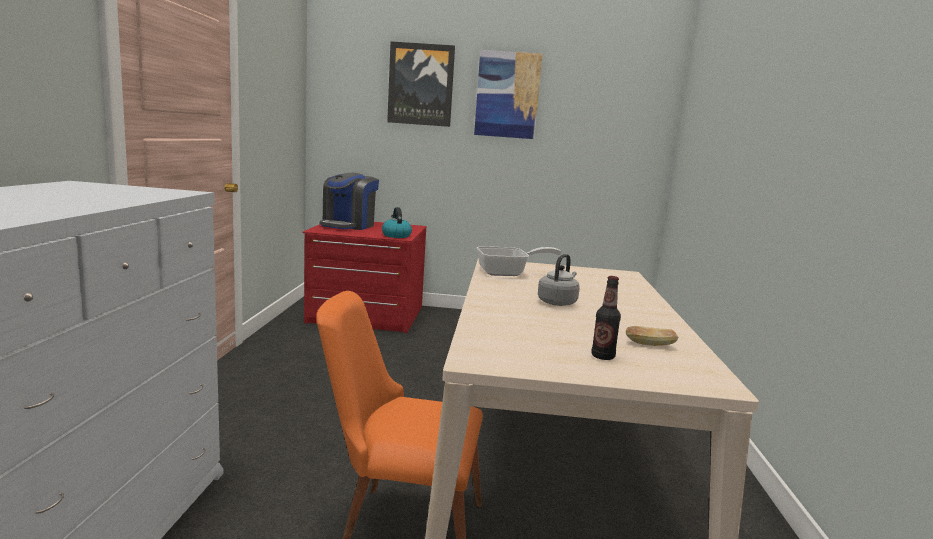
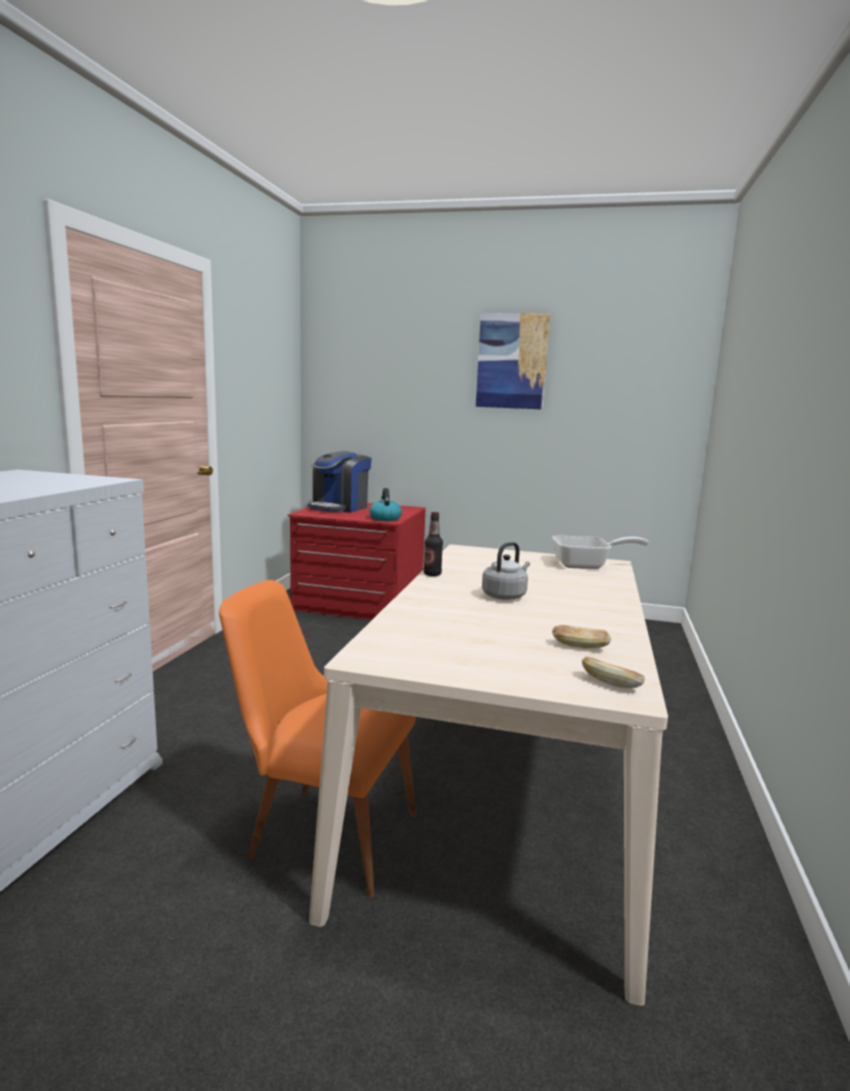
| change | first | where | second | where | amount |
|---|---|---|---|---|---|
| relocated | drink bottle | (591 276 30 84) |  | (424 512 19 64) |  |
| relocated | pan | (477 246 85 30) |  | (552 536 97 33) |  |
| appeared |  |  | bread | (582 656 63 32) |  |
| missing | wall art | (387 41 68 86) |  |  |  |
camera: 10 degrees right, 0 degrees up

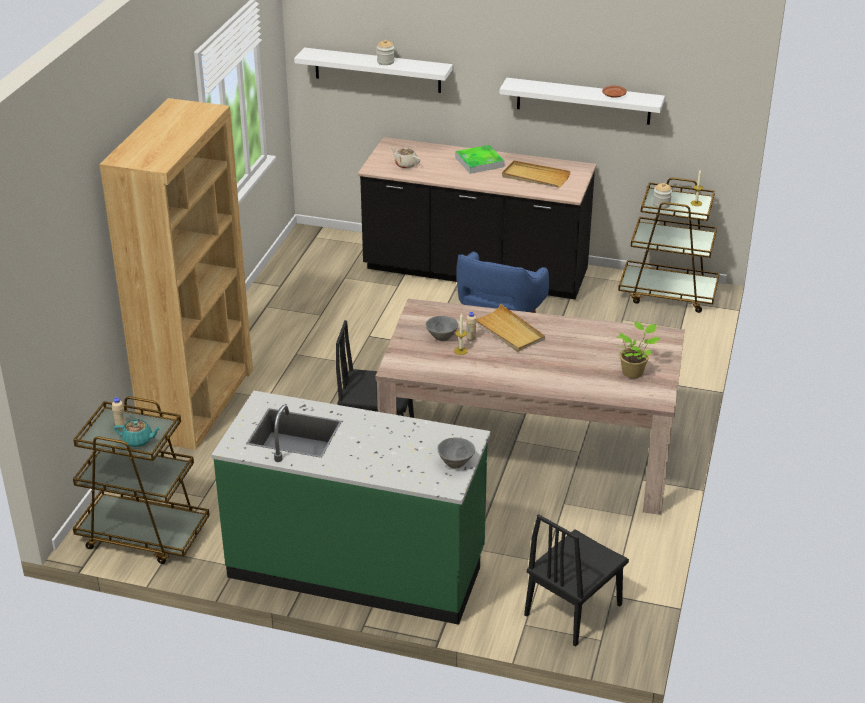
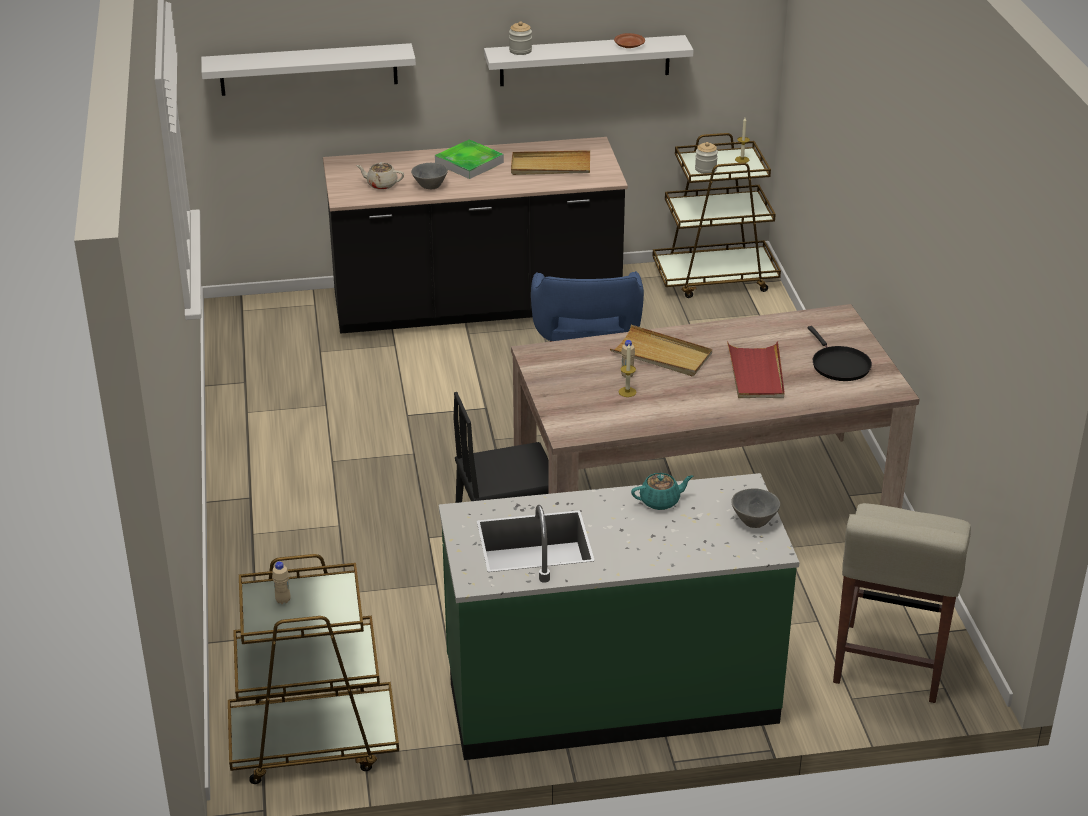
| change | first | where | second | where | amount |
|---|---|---|---|---|---|
| relocated | greyish deep dish | (426 316 32 25) |  | (411 163 37 26) |  |
| relocated | storage jar | (377 40 17 25) |  | (509 21 23 34) |  |
| relocated | turquoise teapot | (114 419 47 28) |  | (631 473 62 37) |  |
| appeared |  |  | red-coloured tray | (727 341 57 57) |  |
| exchanged | plant in a pot | (615 322 45 56) | black-coloured pan | (808 326 64 55) |  |
| exchanged | black-coloured chair | (524 514 105 133) | beige stool | (833 503 138 200) |  |
| missing | brown bookcase | (99 98 154 352) |  |  |  |
camera: 25 degrees left, 0 degrees up

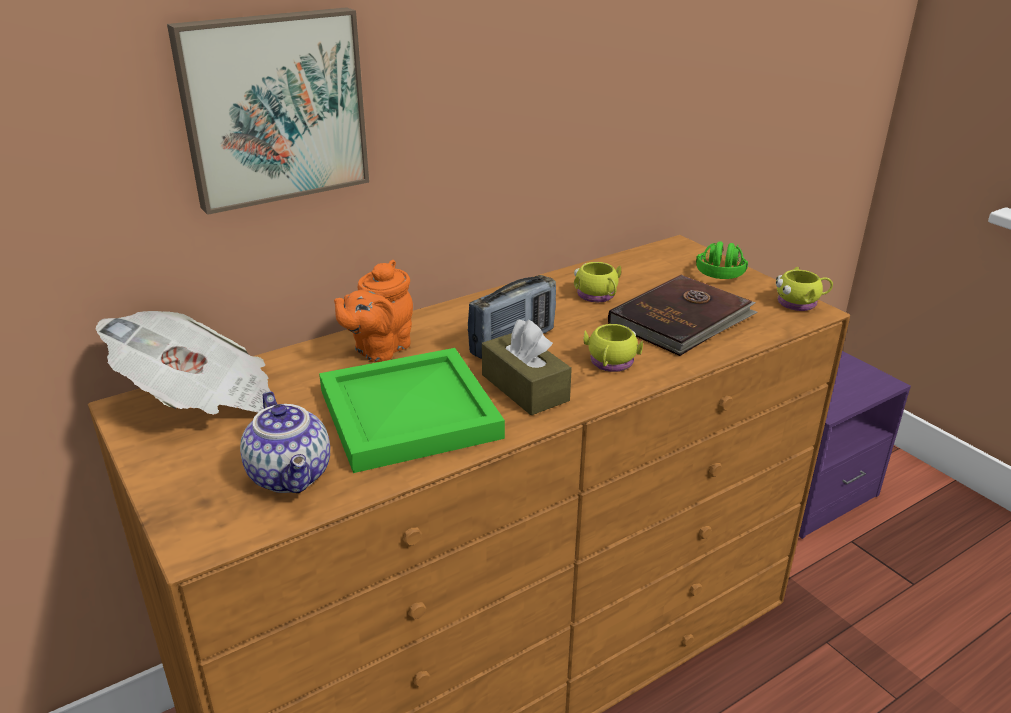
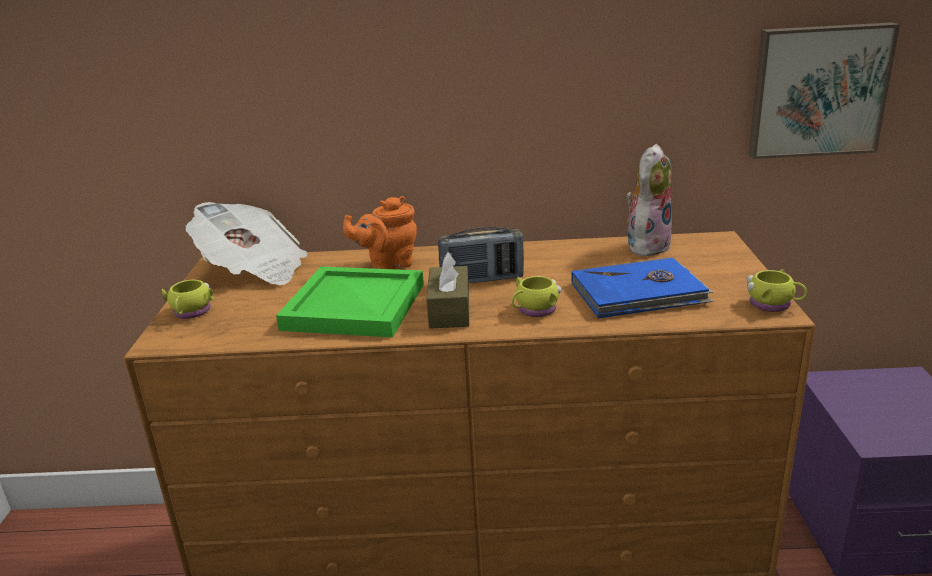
| change | first | where | second | where | amount |
|---|---|---|---|---|---|
| relocated | yellow-coloured coffee mug | (574 262 47 40) |  | (162 280 52 39) |  |
| colour | brown volume | (608 274 150 82) | blue volume | (571 258 142 60) |  |
| appeared |  |  | soft toy | (626 144 46 113) |  |
| relocated | wall art | (167 7 202 208) |  | (748 22 152 137) |  |
| missing | teapot | (240 391 90 102) |  |  |  |
| missing | green-coloured headphones | (696 242 52 37) |  |  |  |
camera: 35 degrees right, 5 degrees down

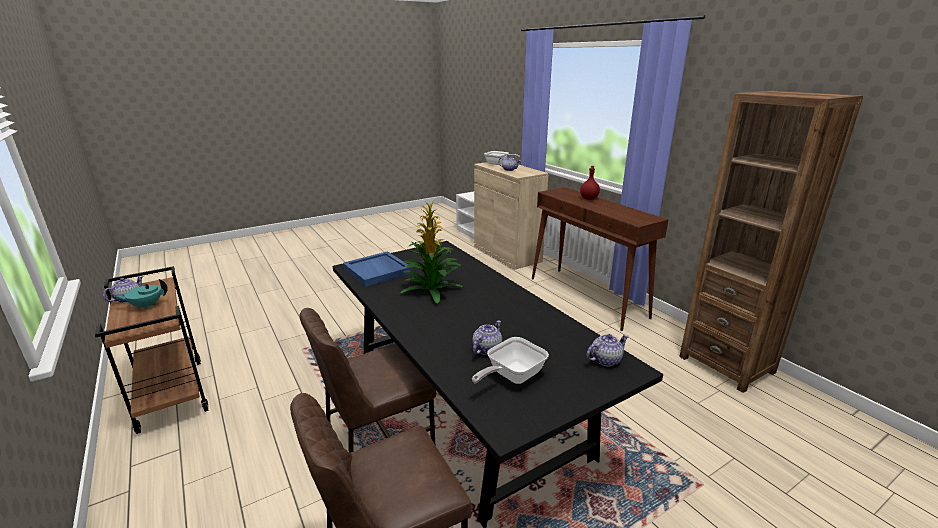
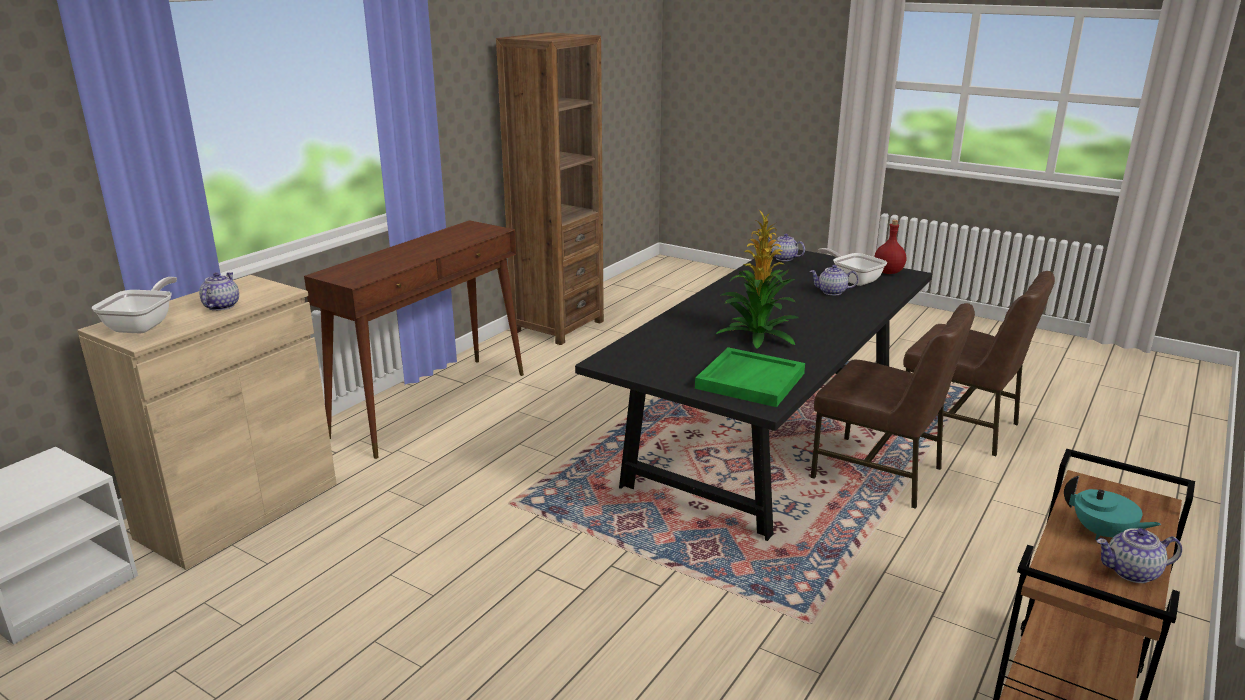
| change | first | where | second | where | amount |
|---|---|---|---|---|---|
| colour | blue tray | (343 251 69 36) | green-coloured tray | (695 347 110 60) |  |
| spun | pan | (472 337 77 47) |  | (819 248 68 38) | 150 degrees counterclockwise |
| relocated | red-coloured drink bottle | (580 166 20 34) |  | (874 220 32 54) |  |
camera: 115 degrees left, 0 degrees up

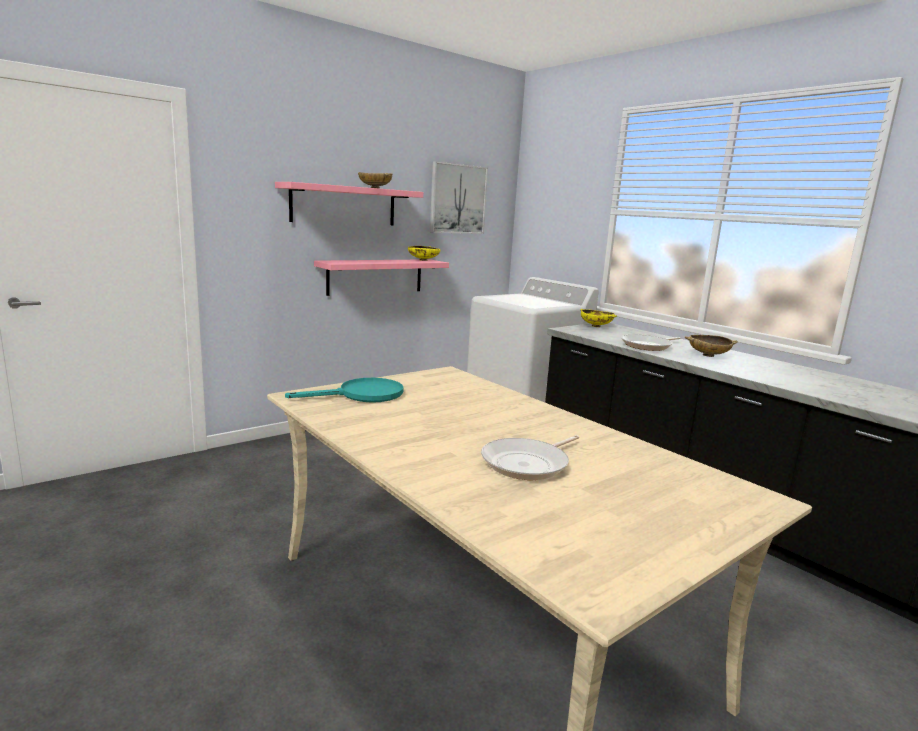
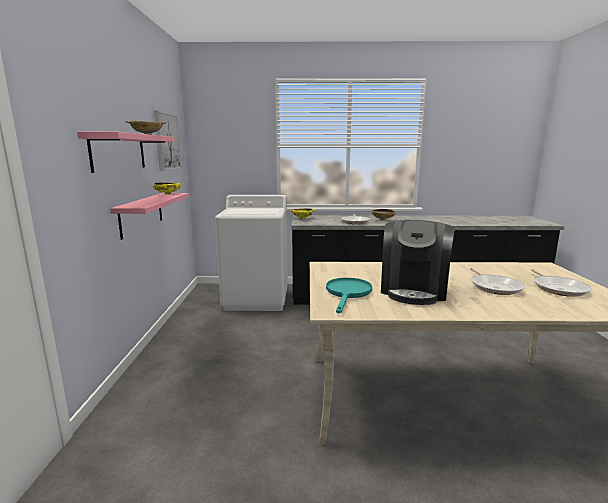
| change | first | where | second | where | amount |
|---|---|---|---|---|---|
| appeared |  |  | coffee brewer | (381 220 74 85) |  |
| appeared |  |  | pan | (531 269 61 28) |  |
camera: 50 degrees left, 0 degrees up

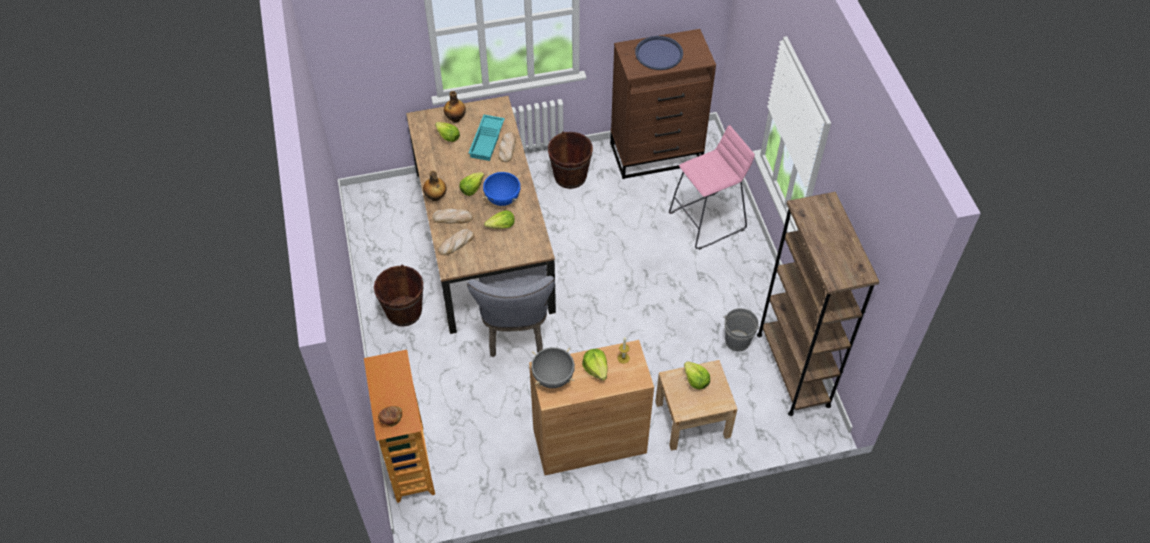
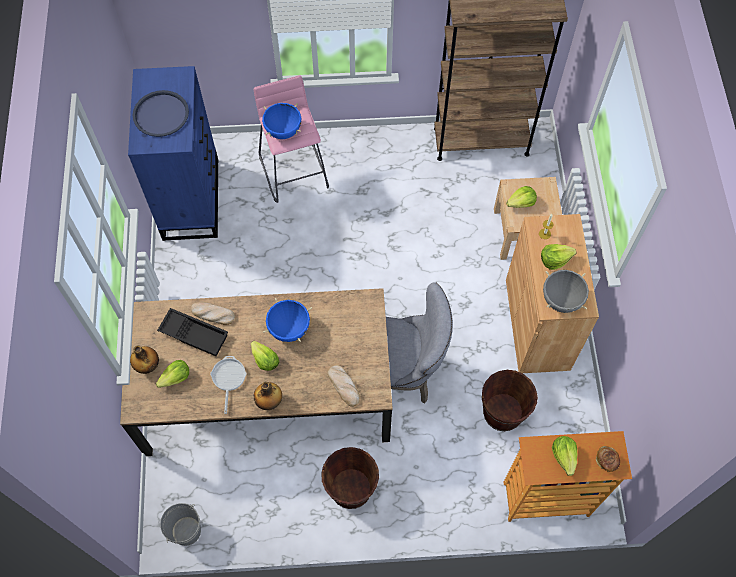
| change | first | where | second | where | amount |
|---|---|---|---|---|---|
| colour | brown dresser | (610 29 106 150) | blue dresser | (128 66 91 175) |  |
| colour | turquoise tray | (468 115 37 46) | black-coloured tray | (157 308 71 48) |  |
| relocated | greyish water bucket | (723 308 37 44) |  | (160 503 41 43) |  |
| appeared |  |  | pan | (210 356 37 58) |  |
| appeared |  |  | blue saucepot | (262 103 39 36) |  |
| relocated | brown water bucket | (548 131 45 58) |  | (482 370 56 61) |  |
| relocated | lettuce | (484 210 31 19) |  | (552 436 25 40) |  |
| missing | bread | (433 209 40 15) |  |  |  |
camera: 80 degrees left, 10 degrees up

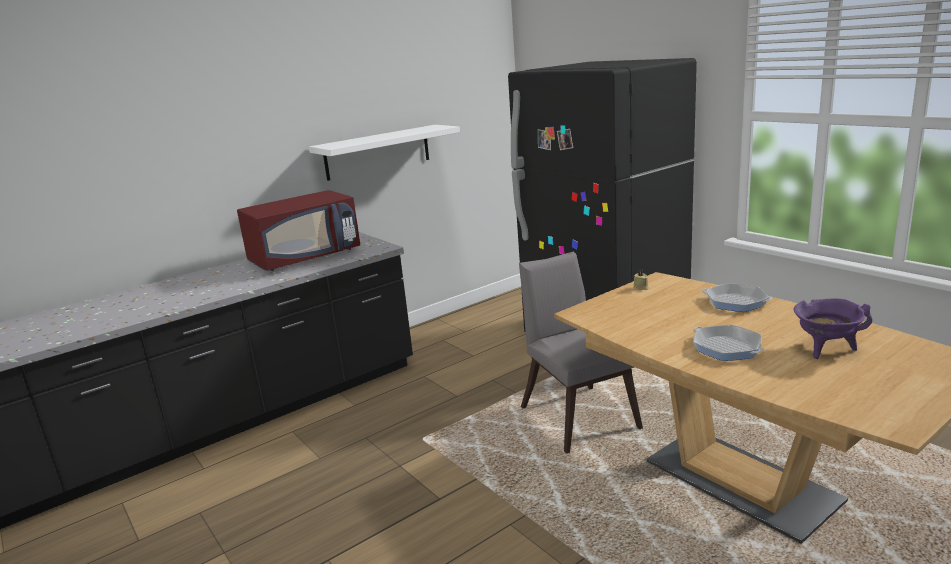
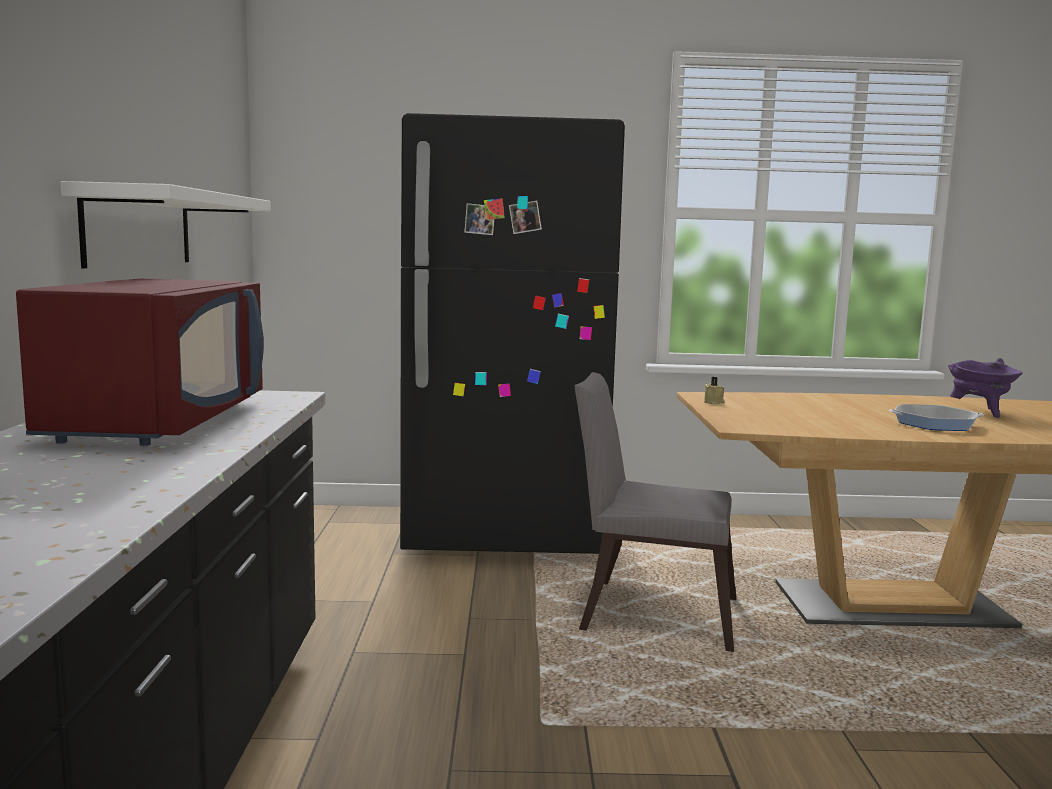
| change | first | where | second | where | amount |
|---|---|---|---|---|---|
| missing | pan | (702 283 70 29) |  |  |  |
camera: 55 degrees left, 10 degrees down

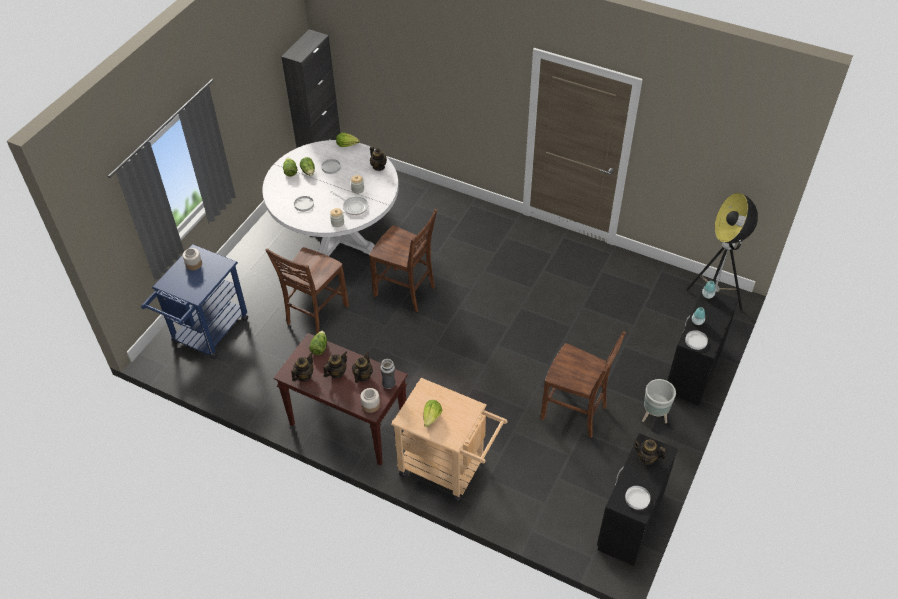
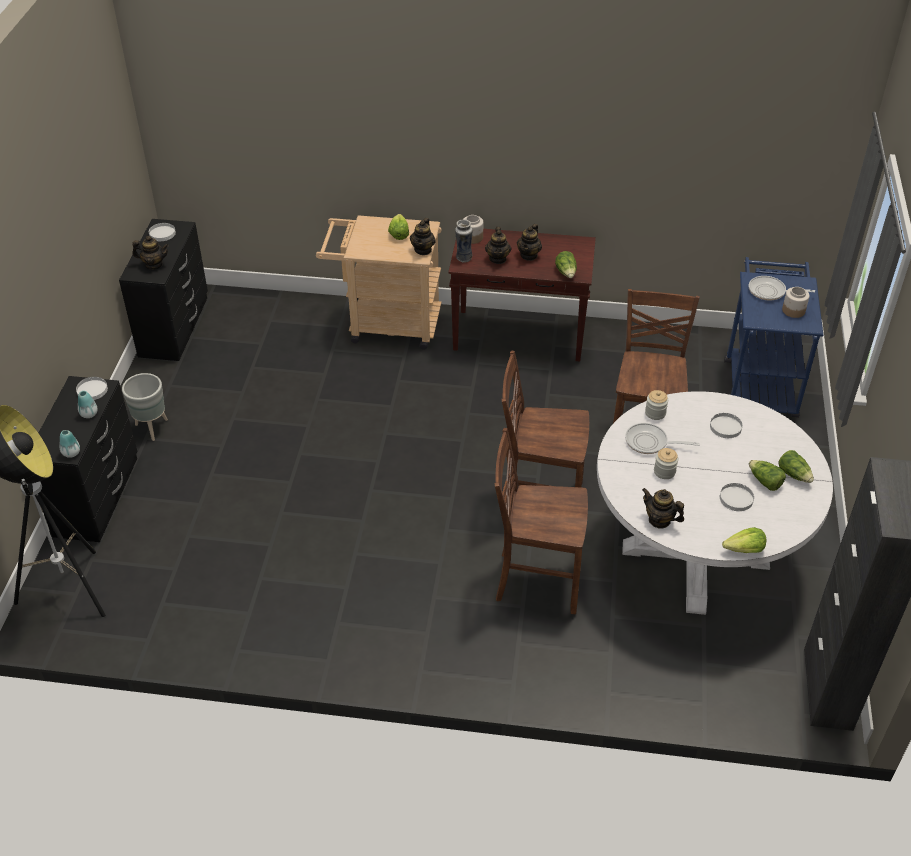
| change | first | where | second | where | amount |
|---|---|---|---|---|---|
| relocated | teapot | (291 353 22 28) |  | (410 218 26 37) |  |
| relocated | brown chair | (540 331 86 107) |  | (494 428 94 186) |  |
| appeared |  |  | pan | (749 276 66 25) |  |
camera: 160 degrees right, 5 degrees down

